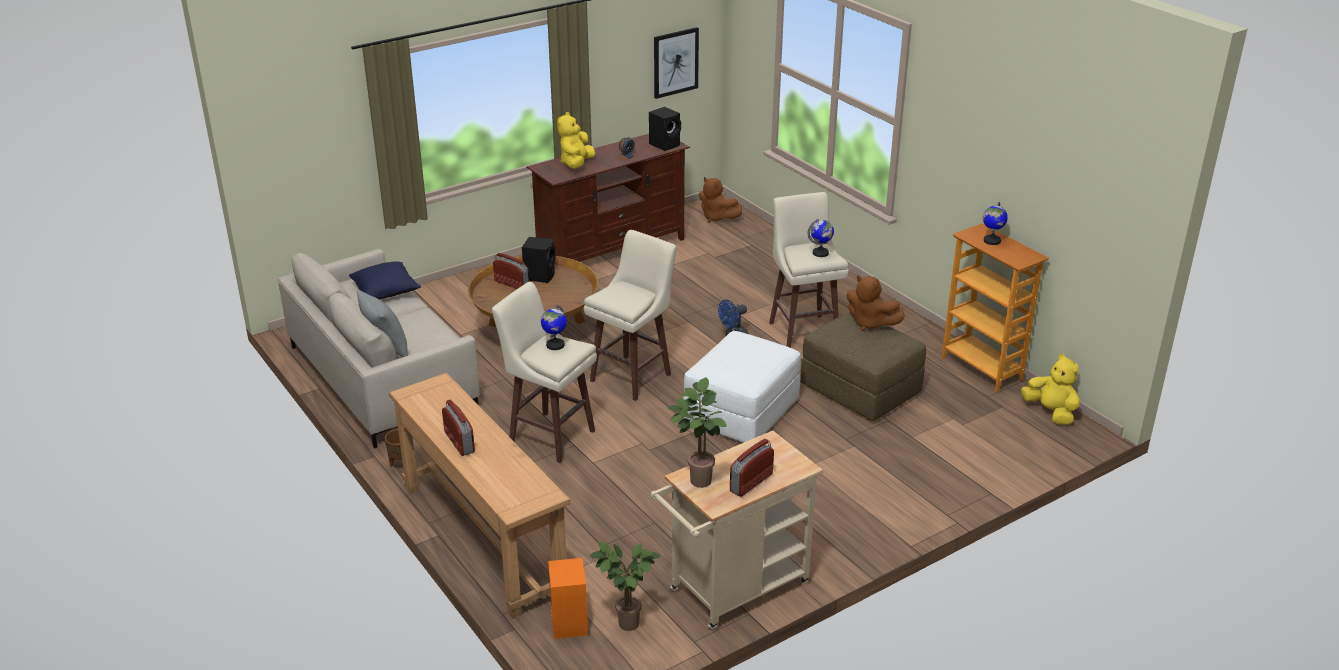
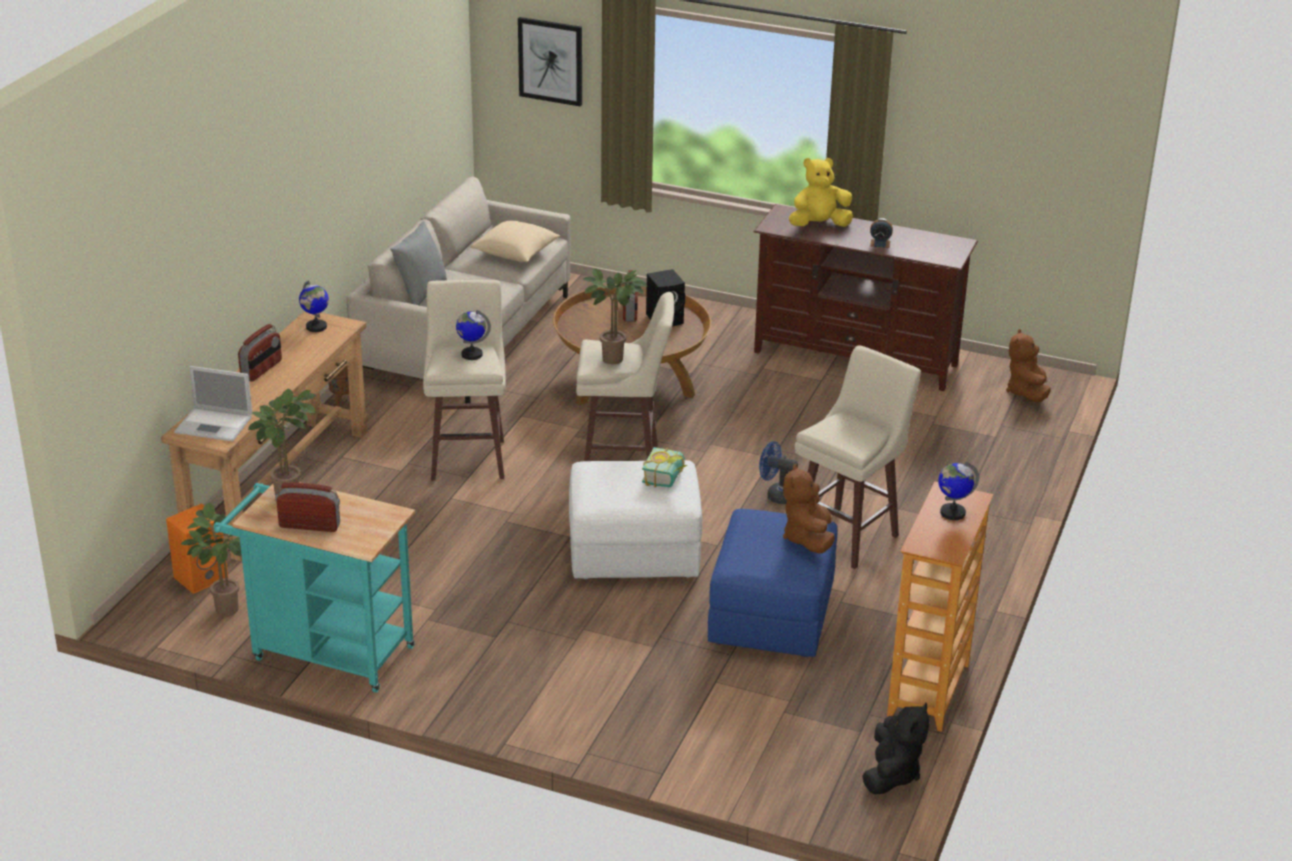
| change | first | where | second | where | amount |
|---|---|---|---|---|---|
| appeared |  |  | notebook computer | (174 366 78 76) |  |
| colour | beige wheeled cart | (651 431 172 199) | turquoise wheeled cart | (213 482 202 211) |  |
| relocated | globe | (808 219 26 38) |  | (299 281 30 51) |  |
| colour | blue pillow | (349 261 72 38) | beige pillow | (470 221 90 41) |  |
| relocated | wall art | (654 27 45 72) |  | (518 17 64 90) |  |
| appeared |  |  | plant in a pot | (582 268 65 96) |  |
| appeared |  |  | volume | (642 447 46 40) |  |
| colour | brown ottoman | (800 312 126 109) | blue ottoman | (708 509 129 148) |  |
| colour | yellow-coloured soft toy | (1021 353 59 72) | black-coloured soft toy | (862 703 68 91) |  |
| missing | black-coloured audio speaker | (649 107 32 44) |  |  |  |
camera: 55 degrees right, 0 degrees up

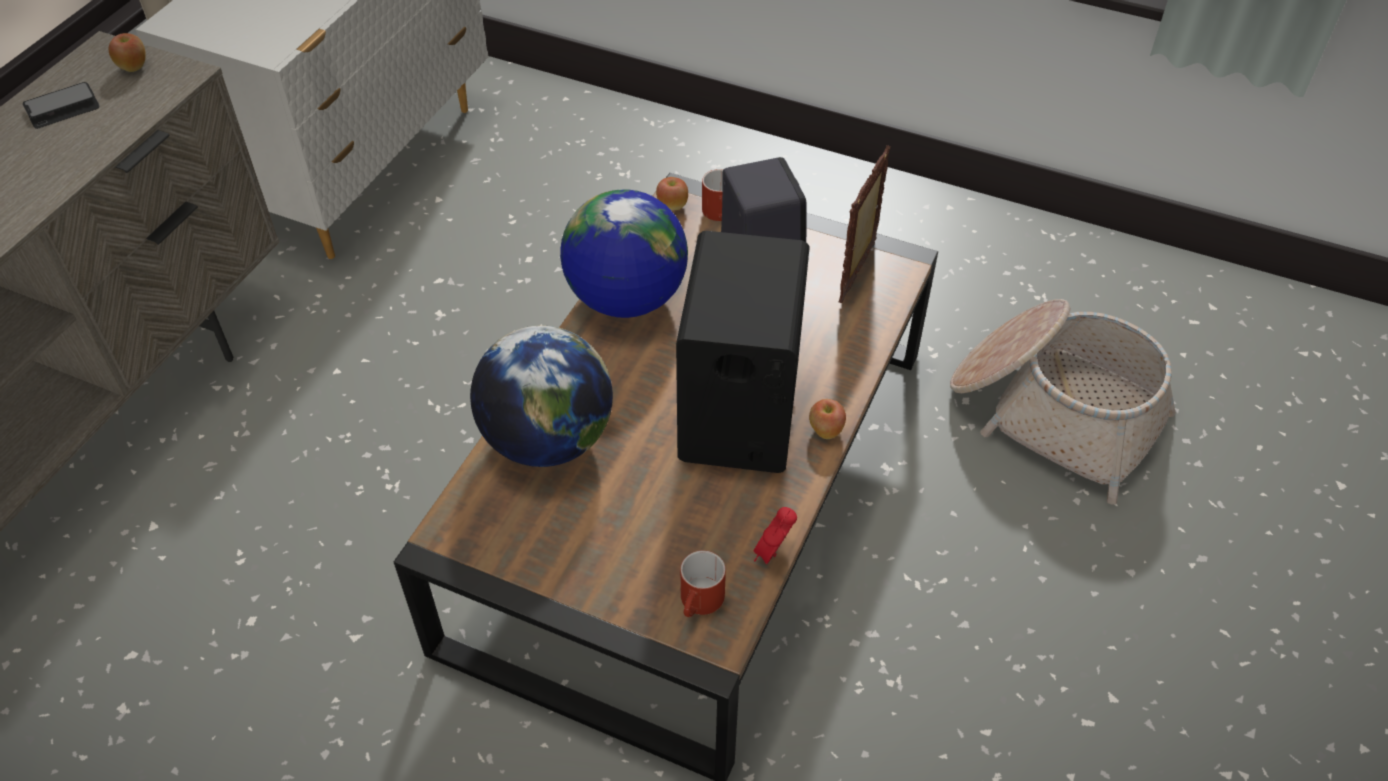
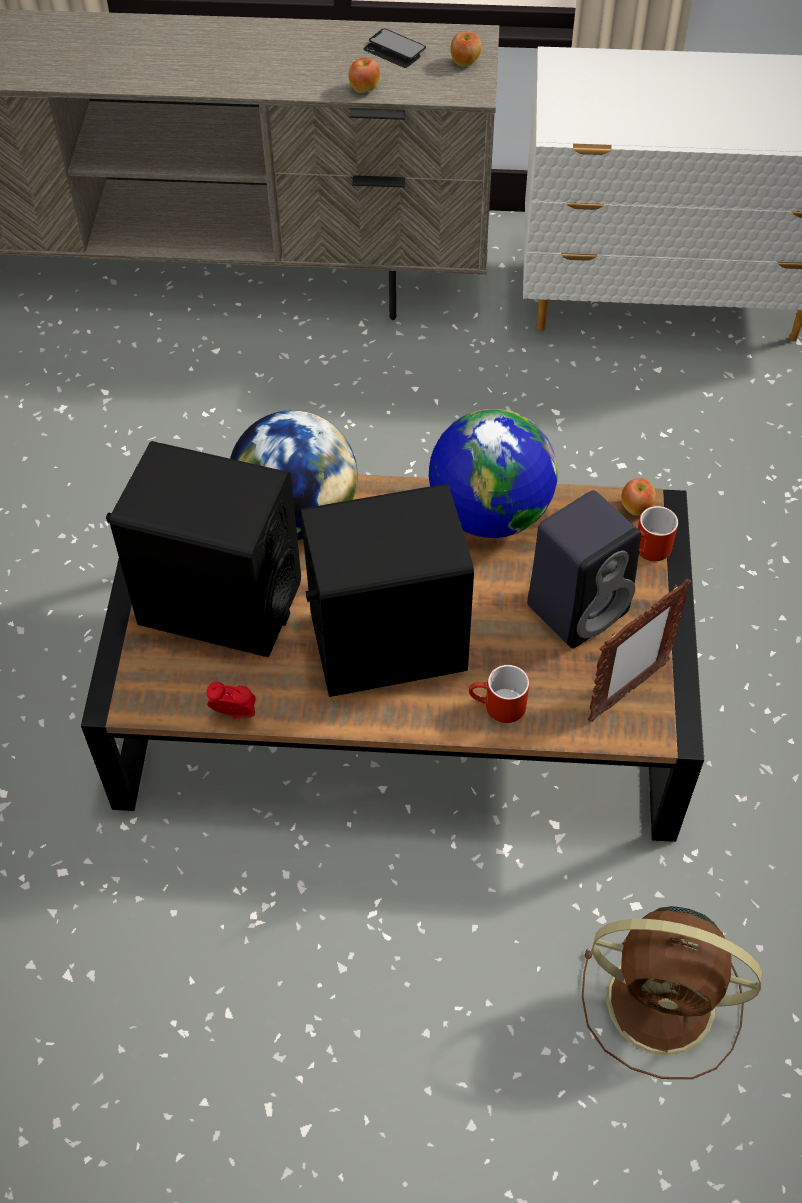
| change | first | where | second | where | amount |
|---|---|---|---|---|---|
| appeared |  |  | black-coloured audio speaker | (106 441 195 216) |  |
| relocated | apple | (809 399 37 40) |  | (348 57 32 36) |  |
| relocated | red-coloured coffee mug | (680 550 46 67) |  | (469 665 60 58) |  |
| exchanged | storage basket | (950 299 226 206) | brown cooling fan | (582 906 181 173) |  |
| spun | standing frame | (839 145 52 158) |  | (588 579 104 143) | 135 degrees clockwise |
camera: 70 degrees right, 5 degrees up

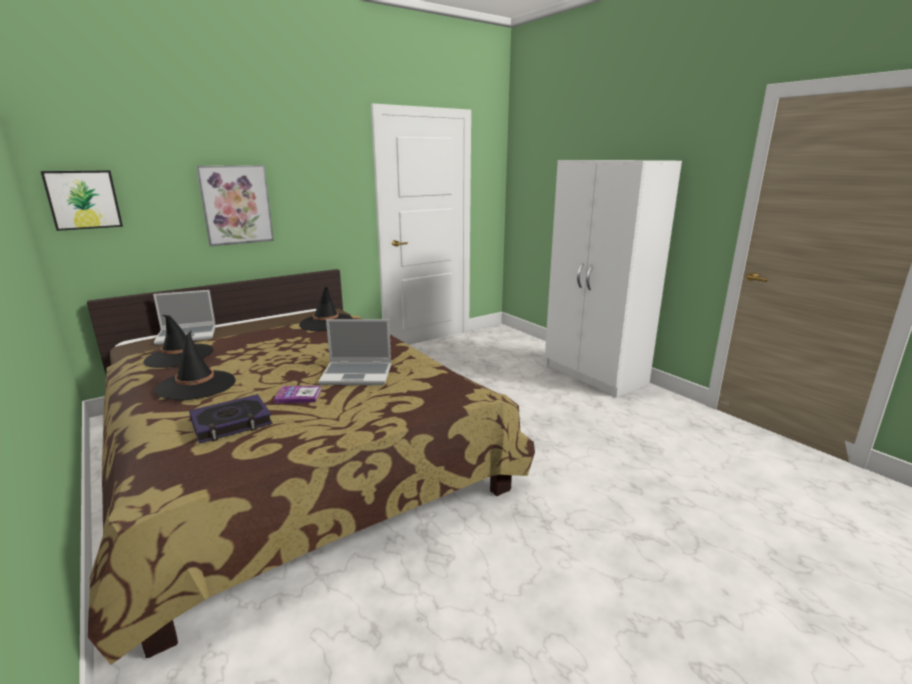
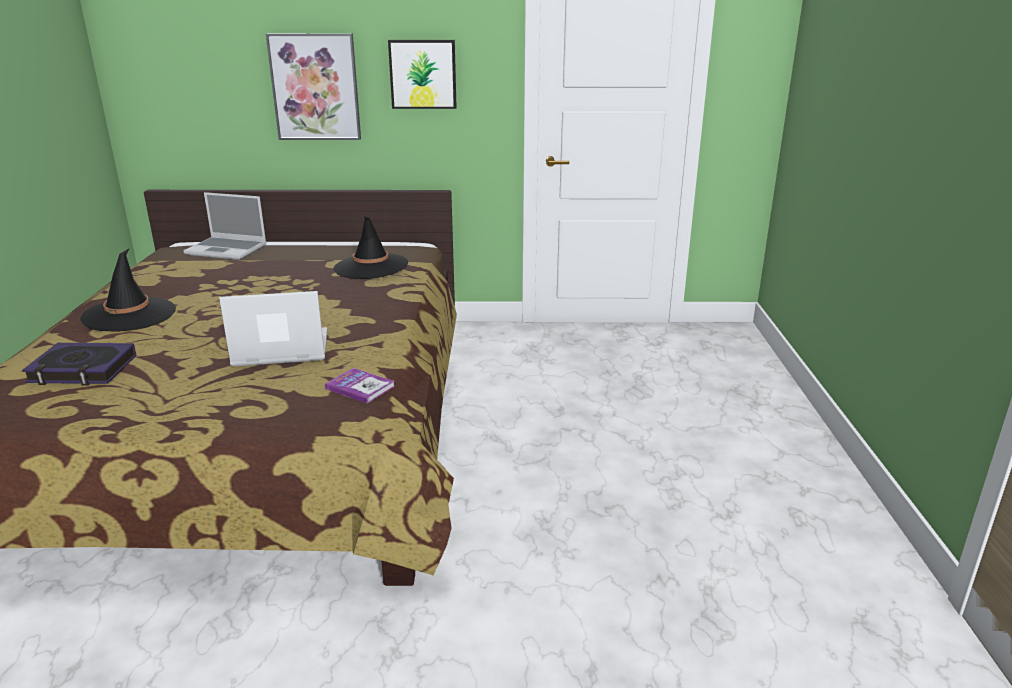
| change | first | where | second | where | amount |
|---|---|---|---|---|---|
| spun | notebook computer | (318 319 73 66) |  | (219 291 108 76) | 135 degrees clockwise |
| relocated | volume | (274 385 48 18) |  | (325 368 70 36) |  |
| relocated | wall art | (41 170 82 61) |  | (388 40 69 69) |  |
| missing | black-coloured hat | (143 315 70 53) |  |  |  |
| missing | whitish clothes cupboard | (545 160 137 237) |  |  |  |
camera: 35 degrees right, 5 degrees up

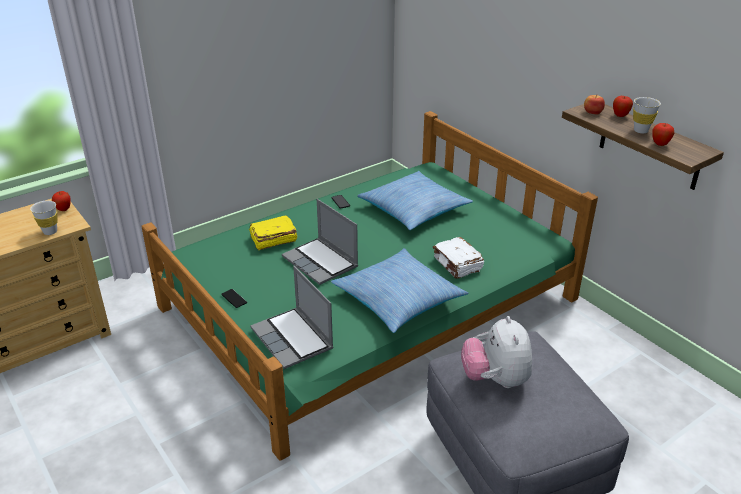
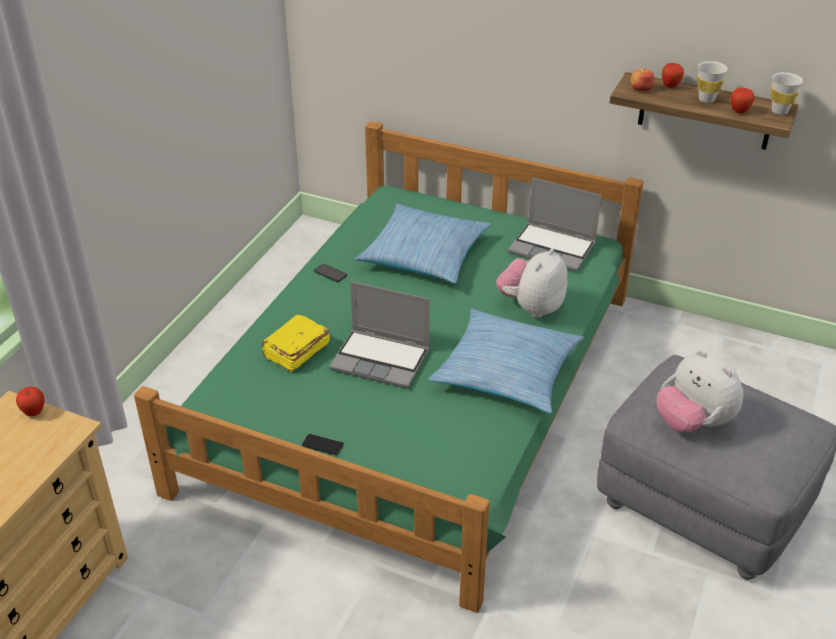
| change | first | where | second | where | amount |
|---|---|---|---|---|---|
| exchanged | whitish volume | (433 237 51 42) | soft toy | (496 248 72 70) |  |
| relocated | notebook computer | (250 266 84 103) |  | (508 177 94 95) |  |
| relocated | whitish small cup | (30 201 28 34) |  | (771 72 32 43) |  |
camera: 30 degrees left, 5 degrees up

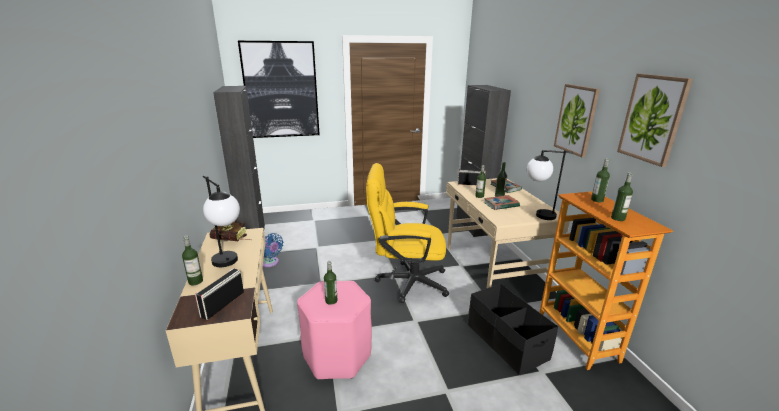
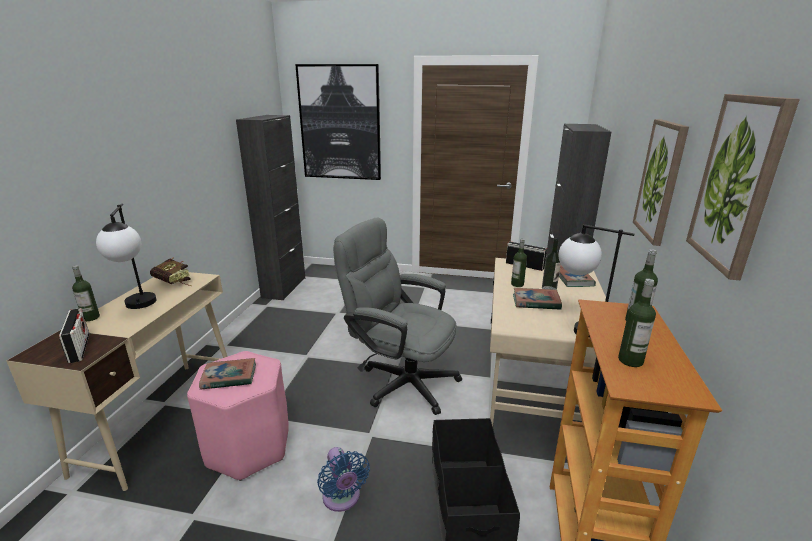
| change | first | where | second | where | amount |
|---|---|---|---|---|---|
| spun | radio receiver | (195 268 49 52) |  | (59 308 31 55) | 105 degrees clockwise |
| exchanged | drink bottle | (324 261 13 44) | volume | (199 358 57 32) |  |
| relocated | blue cooling fan | (263 233 20 34) |  | (317 447 53 65) |  |
| colour | yellow-coloured computer chair | (366 163 83 140) | greyish computer chair | (333 218 129 197) |  |
camera: 25 degrees right, 0 degrees up

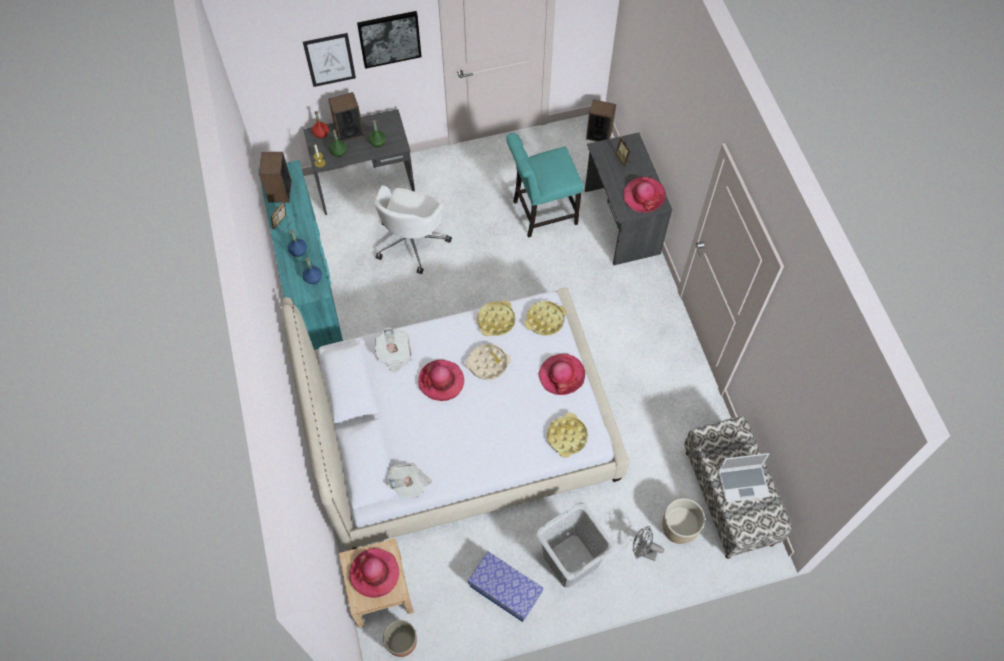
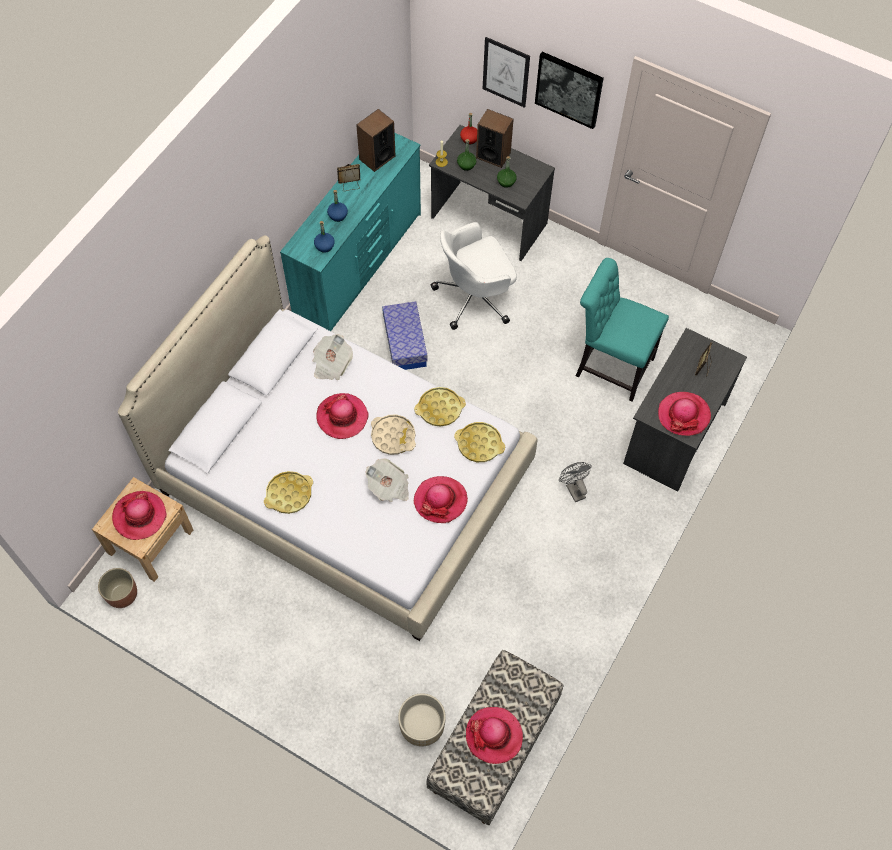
| change | first | where | second | where | amount |
|---|---|---|---|---|---|
| relocated | yellow-coloured tray | (547 413 41 44) |  | (264 471 49 43) |  |
| relocated | daily paper | (387 464 45 34) |  | (365 459 44 43) |  |
| relocated | storage box | (468 552 75 70) |  | (382 301 46 69) |  |
| exchanged | notebook computer | (718 453 52 49) | hat | (466 707 57 57) |  |
| relocated | greyish cooling fan | (633 526 31 35) |  | (559 462 33 40) |  |
| missing | greyish hamper | (536 502 79 85) |  |  |  |
| missing | audio speaker | (586 99 30 43) |  |  |  |
camera: 45 degrees right, 0 degrees up

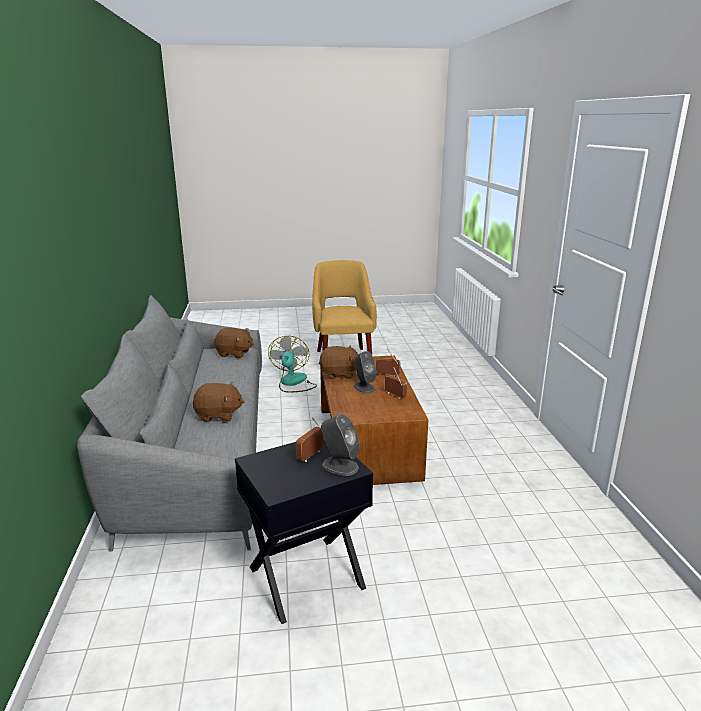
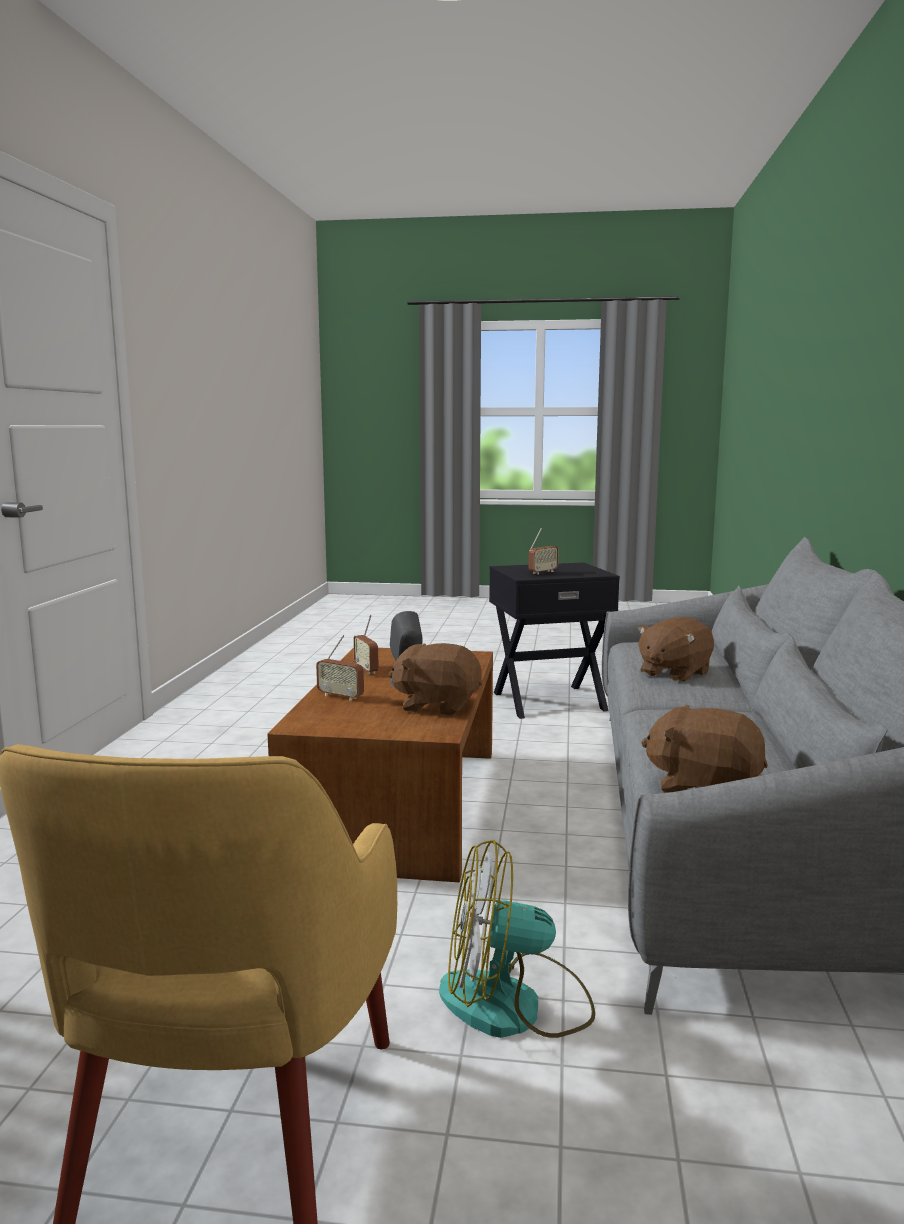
| change | first | where | second | where | amount |
|---|---|---|---|---|---|
| spun | cooling fan | (268 336 49 57) |  | (439 840 156 198) | 75 degrees clockwise |
| spun | brown soft toy | (193 382 52 40) |  | (637 617 77 66) | 60 degrees counterclockwise |
| missing | greyish audio speaker | (321 414 39 62) |  |  |  |
camera: 165 degrees left, 10 degrees down

